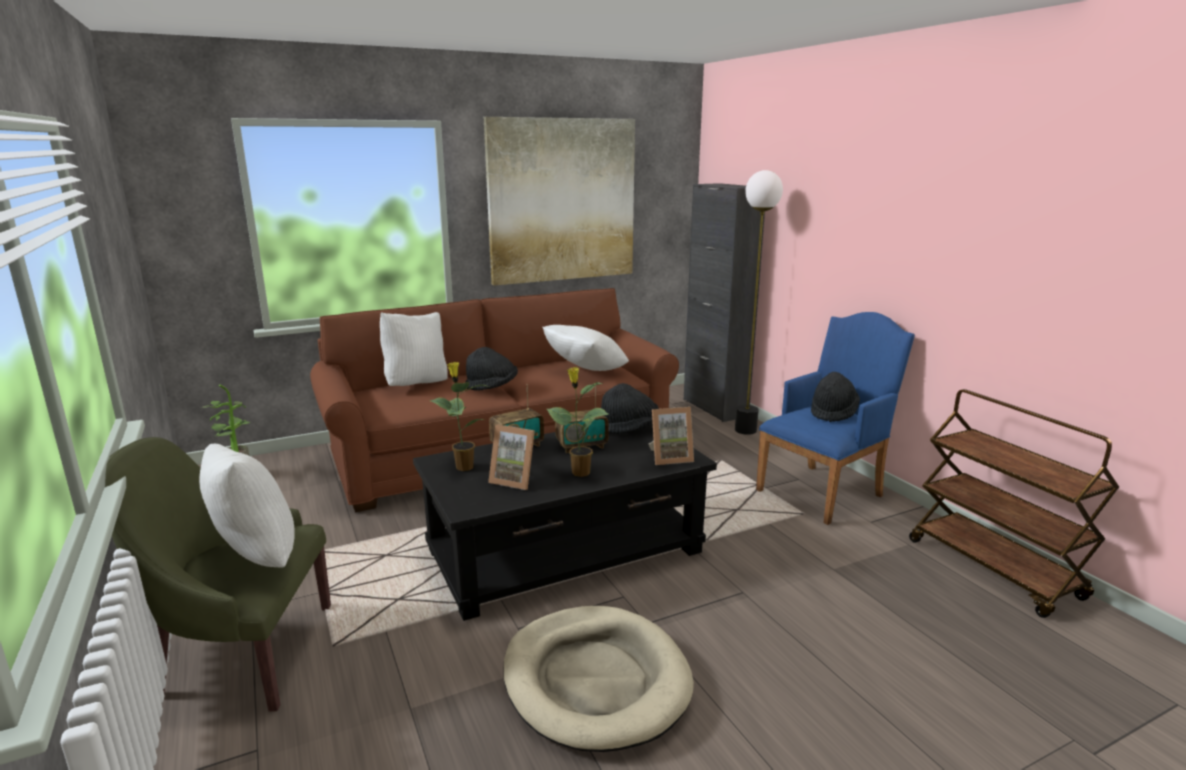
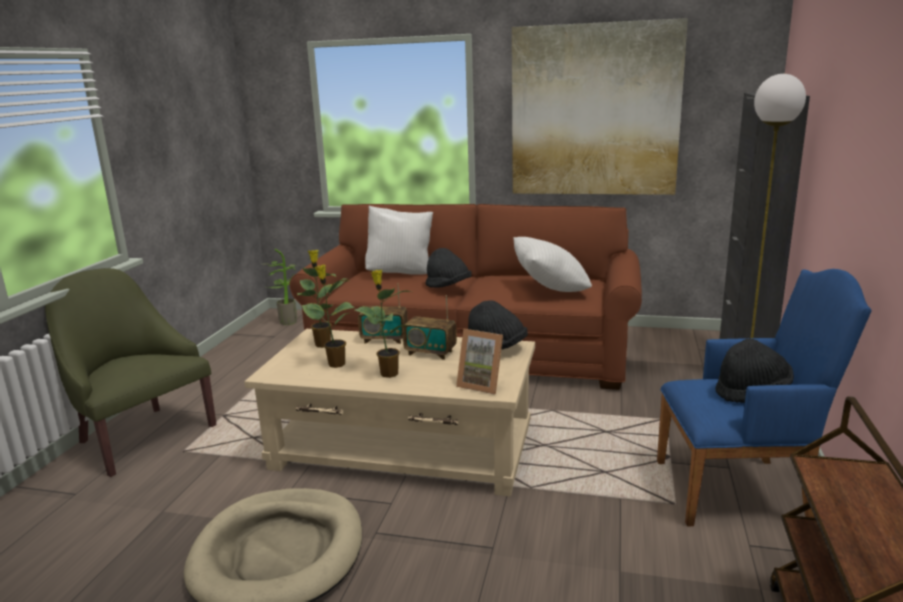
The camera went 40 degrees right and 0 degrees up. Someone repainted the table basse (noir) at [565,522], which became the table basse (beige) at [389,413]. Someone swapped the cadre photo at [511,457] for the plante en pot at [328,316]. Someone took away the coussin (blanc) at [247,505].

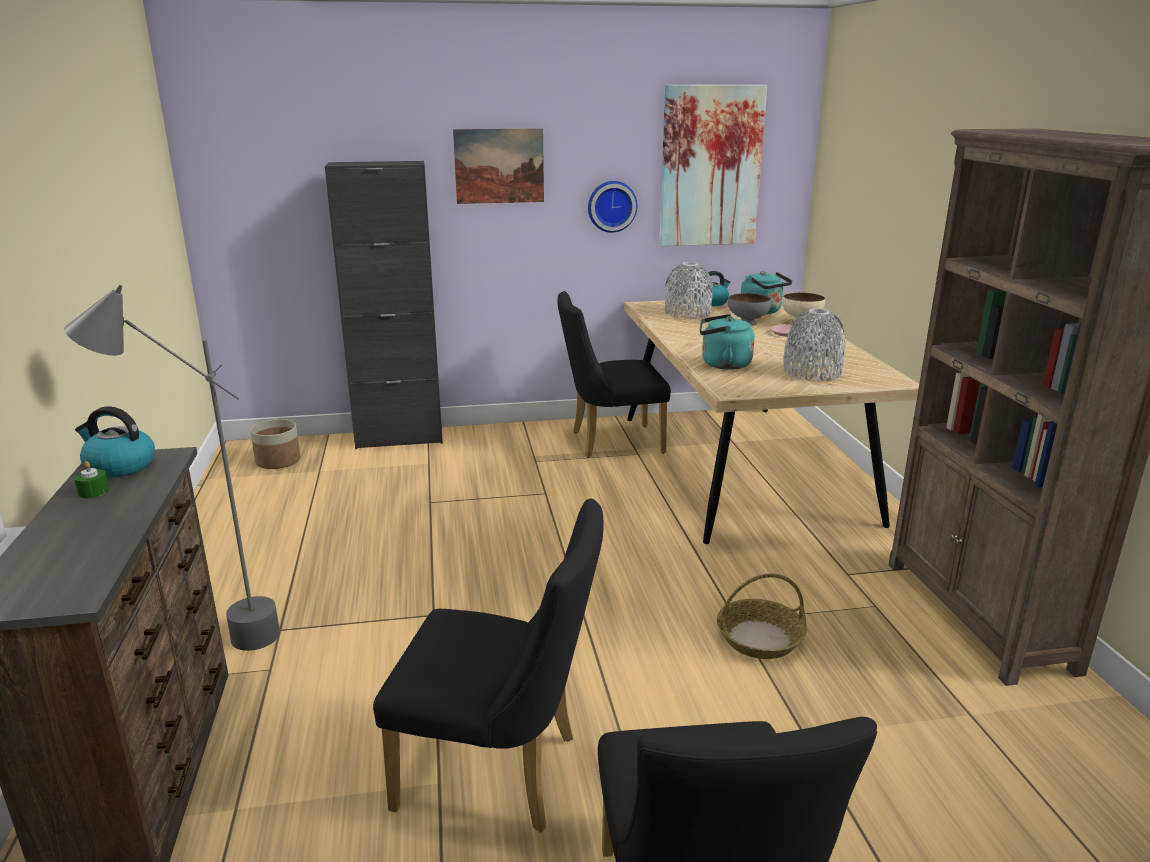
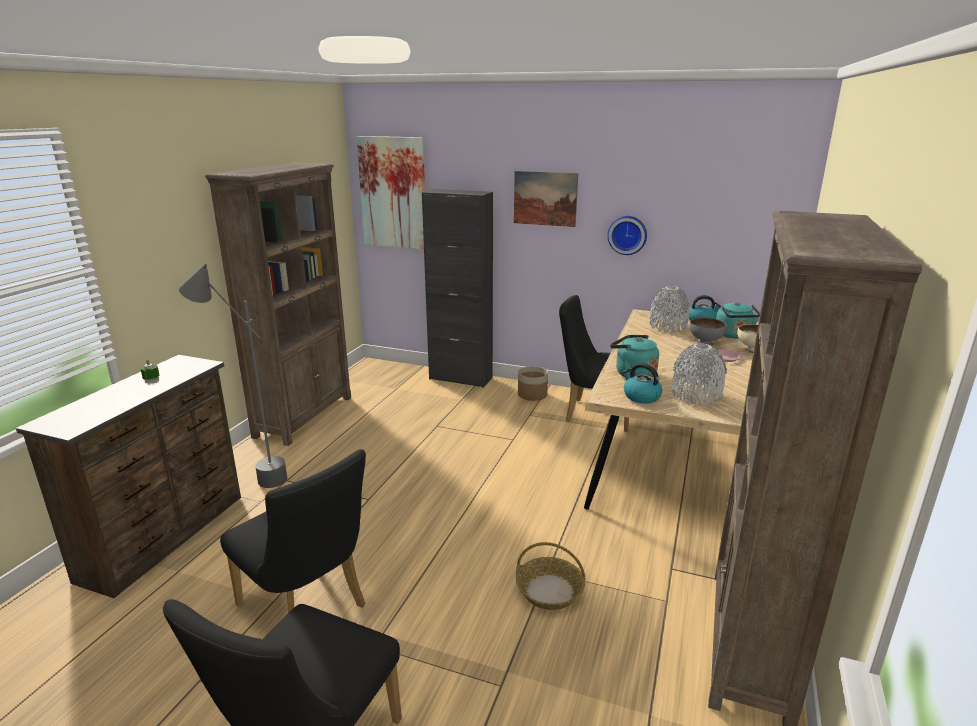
The camera went 30 degrees right and 0 degrees up. Someone carried the tableau from [713,165] to [390,192]. Someone carried the bouilloire from [115,442] to [642,383]. Someone carried the cache-pot from [275,444] to [533,383]. Someone put down the bibliothèque (marron) at [278,304].

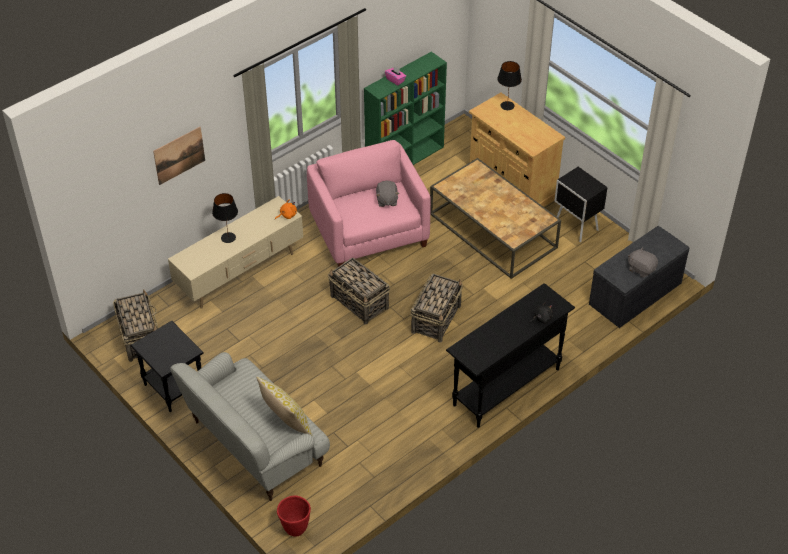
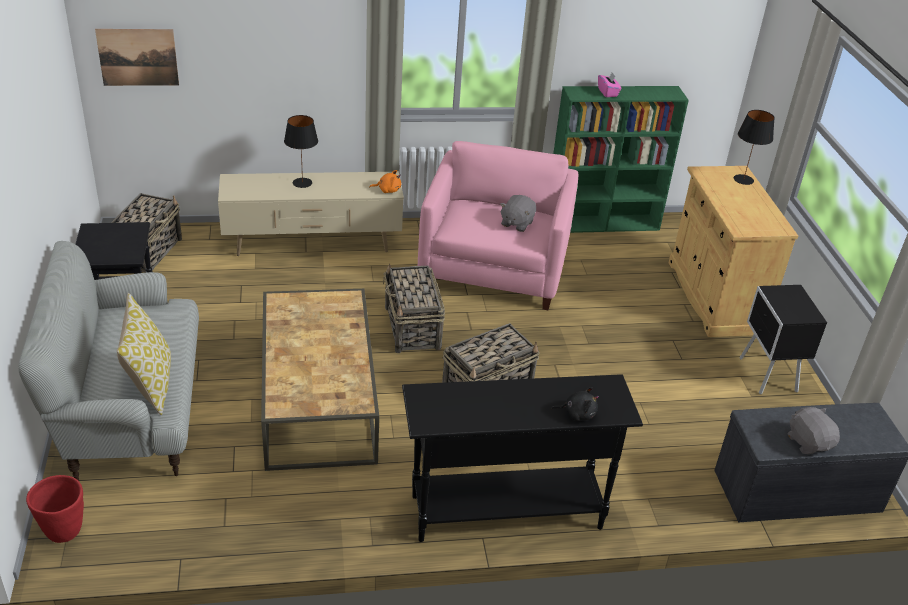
The camera went 30 degrees right and 10 degrees down. Someone carried the tableau from [179,156] to [137,57]. Someone carried the table basse (marron) from [495,218] to [320,380].

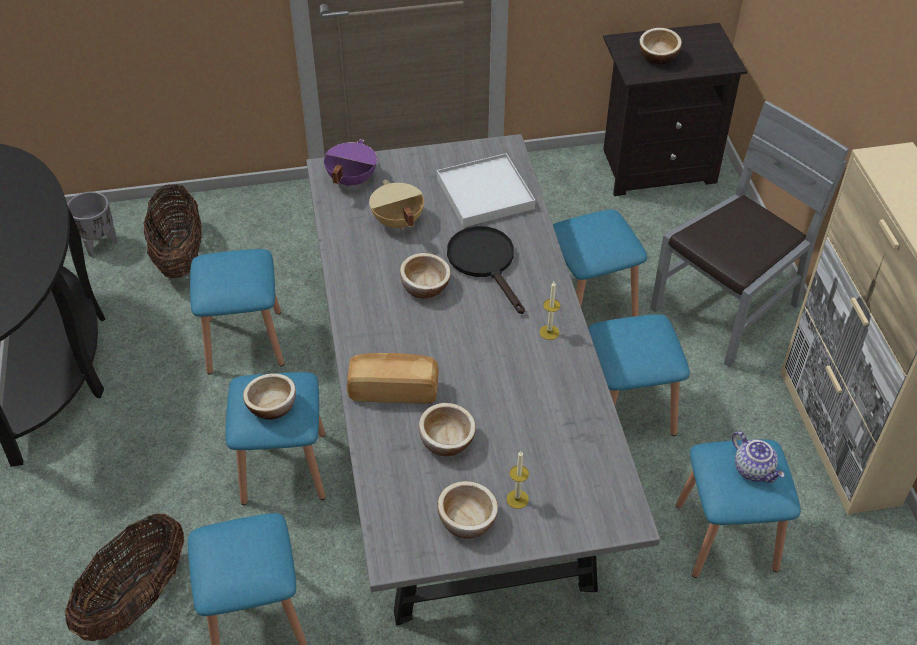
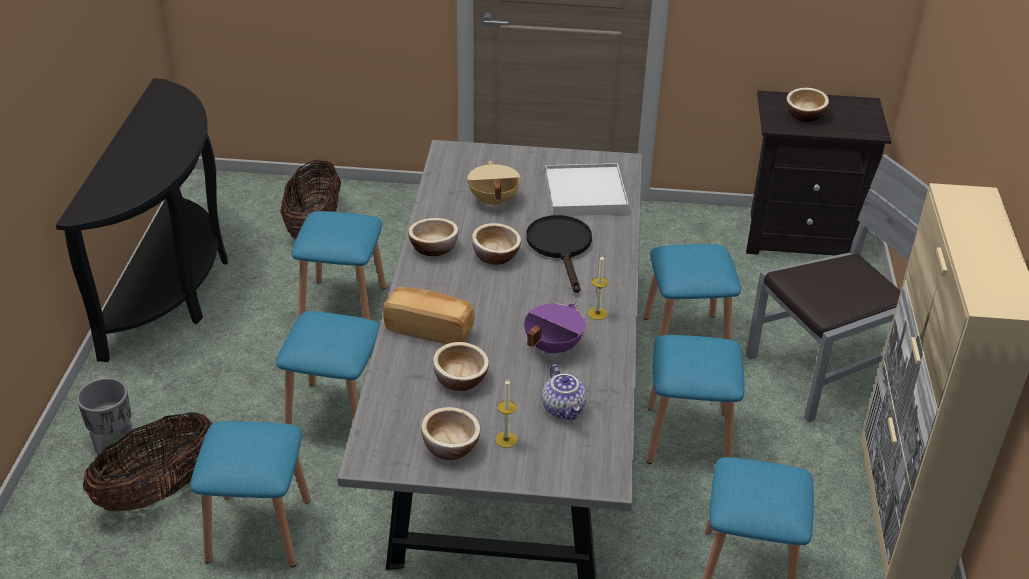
The camera went 15 degrees right and 10 degrees down. Someone carried the marmite (violet) from [350,163] to [554,328]. Someone carried the cache-pot (gris) from [92,224] to [106,415]. Someone carried the bol from [269,396] to [433,237]. Someone carried the théière from [758,457] to [564,392].

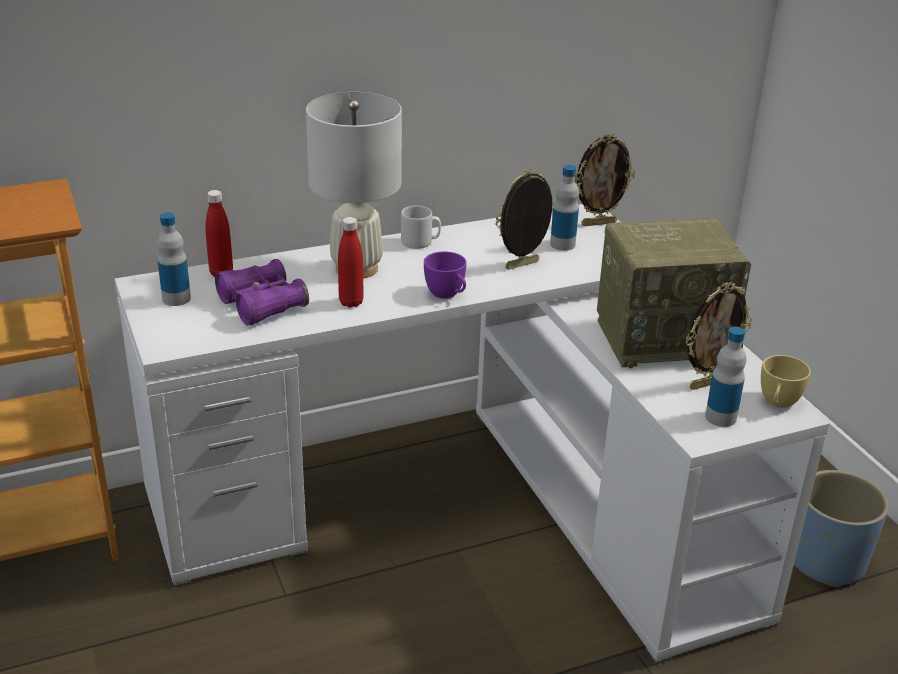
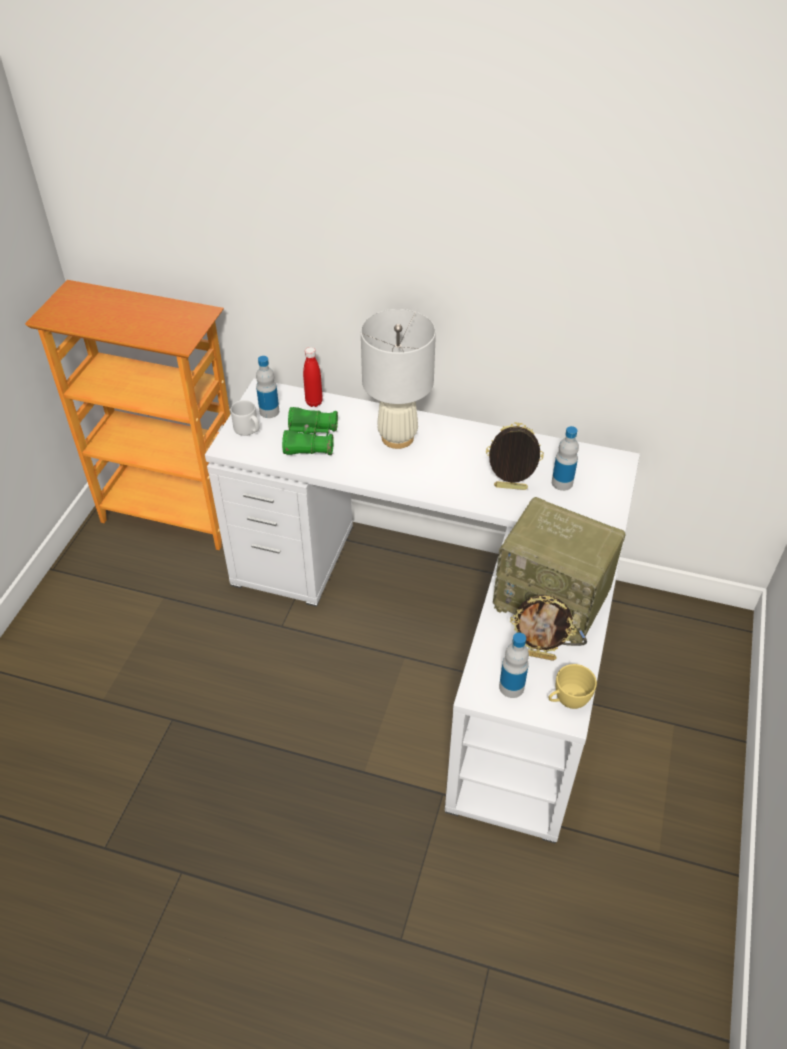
The camera went 40 degrees right and 15 degrees up. Someone took away the cadre photo at [604,180]. Someone carried the mug (gris) from [421,227] to [245,418]. Someone took away the bouteille (rouge) at [351,262]. Someone took away the tasse (violet) at [445,275]. Someone repainted the jumelles (violet) at [262,292], which became the jumelles (vert) at [310,431]. Someone took away the cache-pot (bleu) at [841,529].

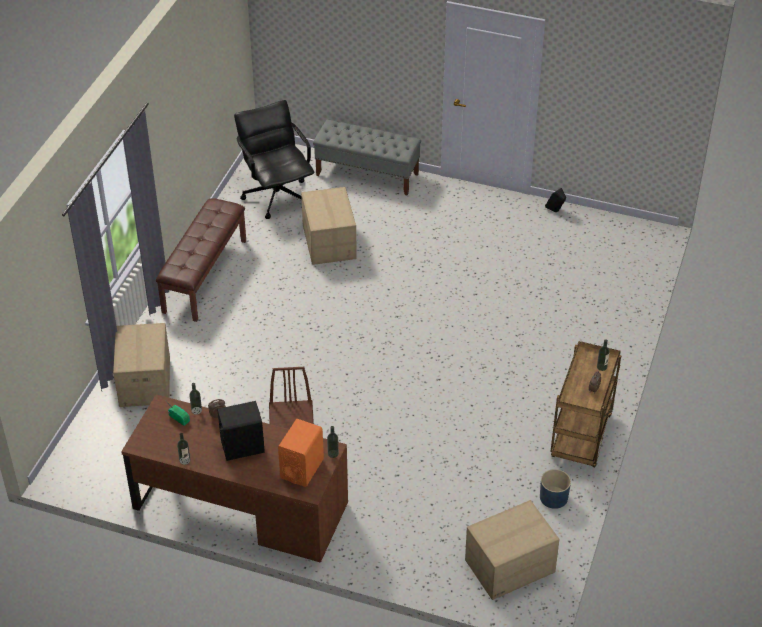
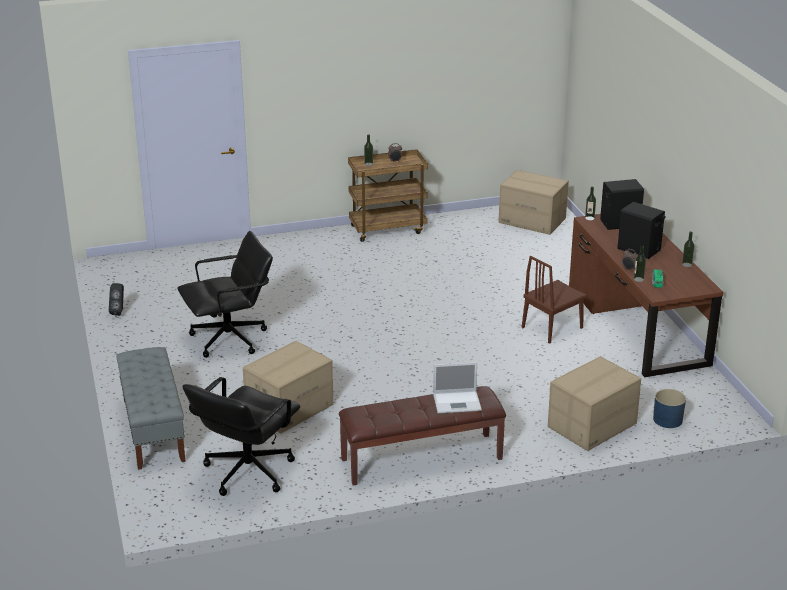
The camera went 125 degrees left and 15 degrees down. Someone repainted the enceinte (orange) at [301,453], which became the enceinte (noir) at [622,204]. Someone carried the cache-pot (bleu) from [555,489] to [669,408]. Someone put down the chaise de bureau (noir) at [225,294]. Someone put down the ordinateur portable at [457,387].

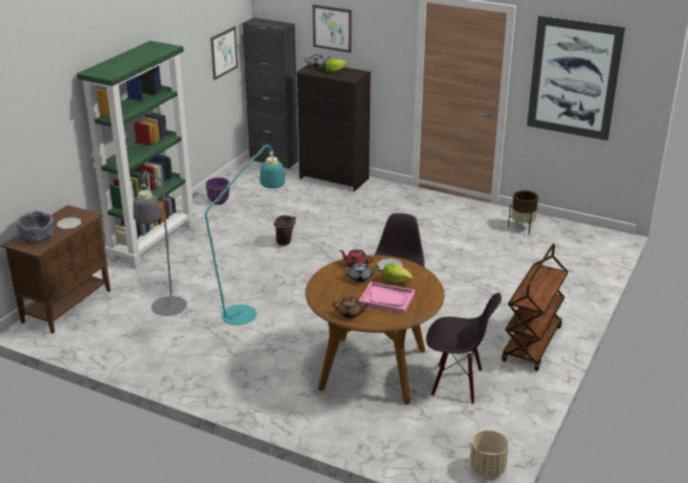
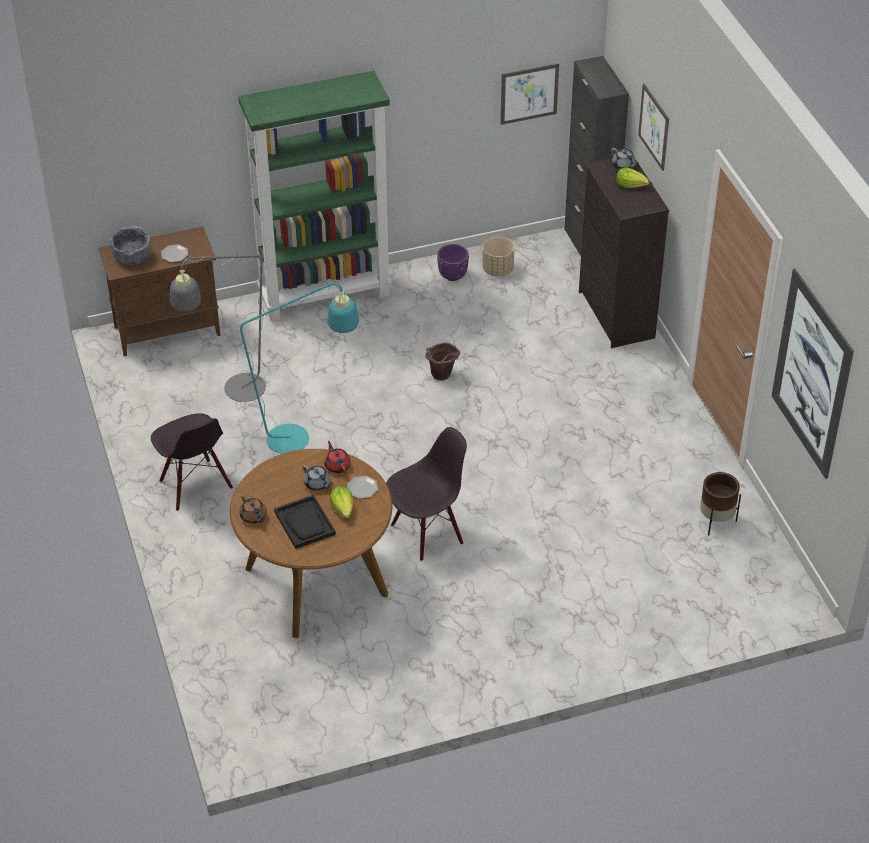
The camera went 45 degrees right and 15 degrees up. Someone took away the chariot (marron) at [535,307]. Someone repainted the plateau (rose) at [387,298], which became the plateau (noir) at [305,522]. Someone carried the chaise (noir) from [463,348] to [192,462]. Someone carried the cache-pot (beige) from [489,453] to [498,256].

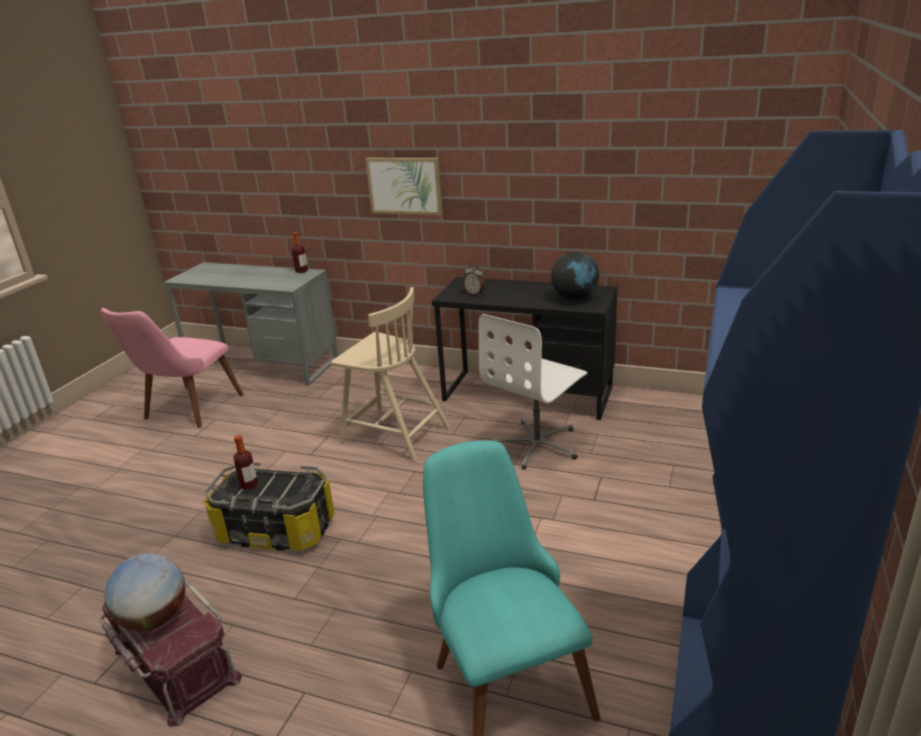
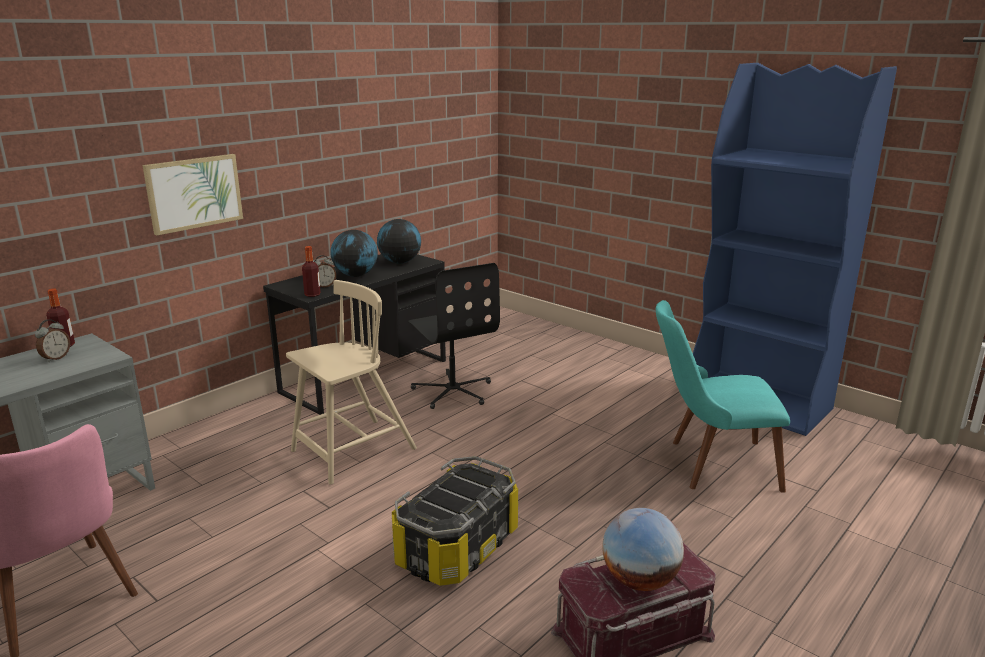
The camera went 70 degrees left and 5 degrees down. Someone repainted the chaise de bureau (blanc) at [532,392], which became the chaise de bureau (noir) at [453,336]. Someone carried the bouteille from [246,462] to [311,271]. Someone put down the globe at [354,253]. Someone put down the réveil at [52,340].

